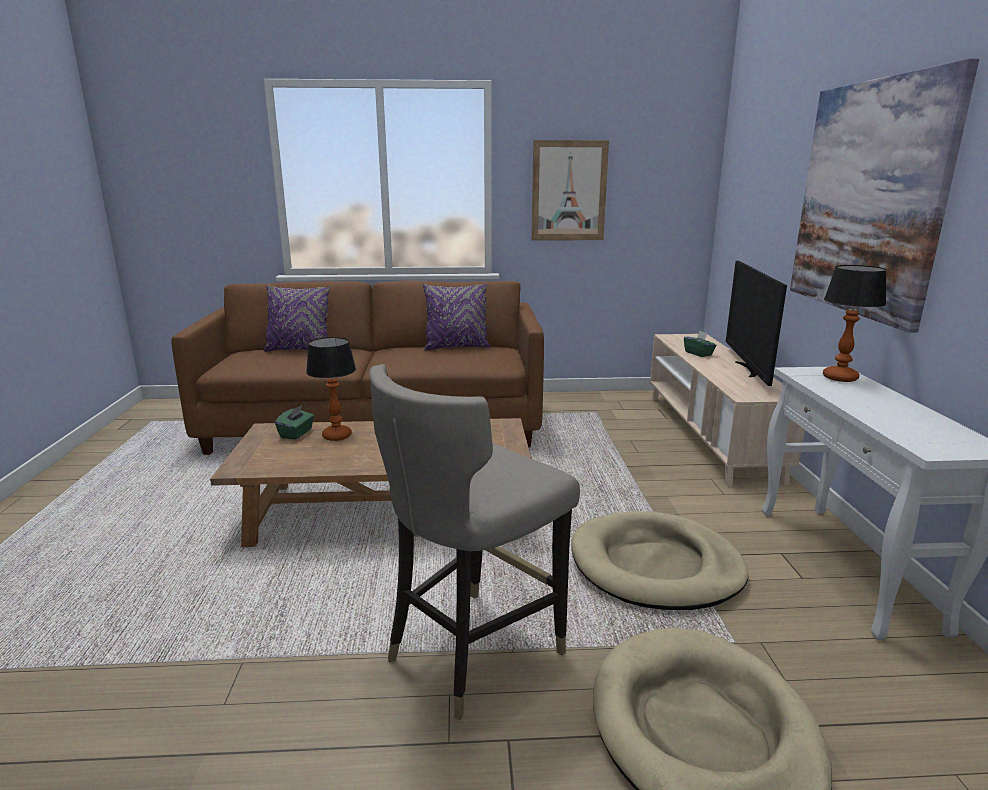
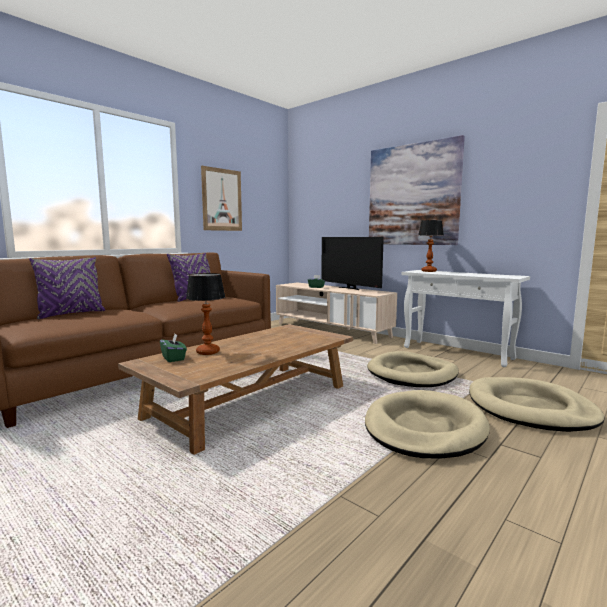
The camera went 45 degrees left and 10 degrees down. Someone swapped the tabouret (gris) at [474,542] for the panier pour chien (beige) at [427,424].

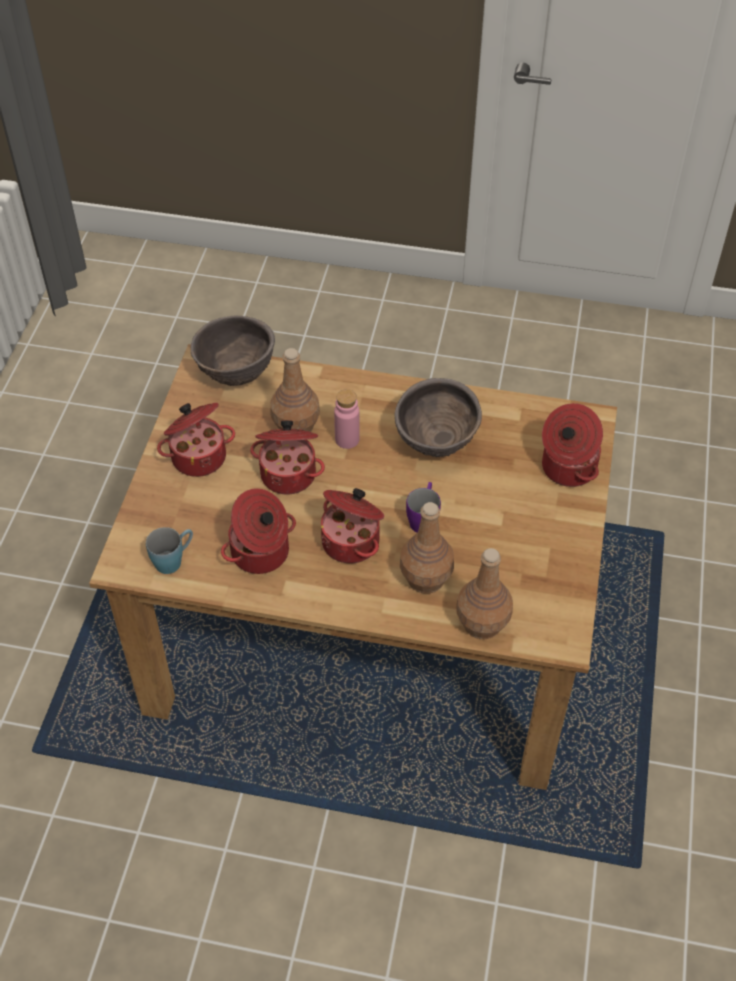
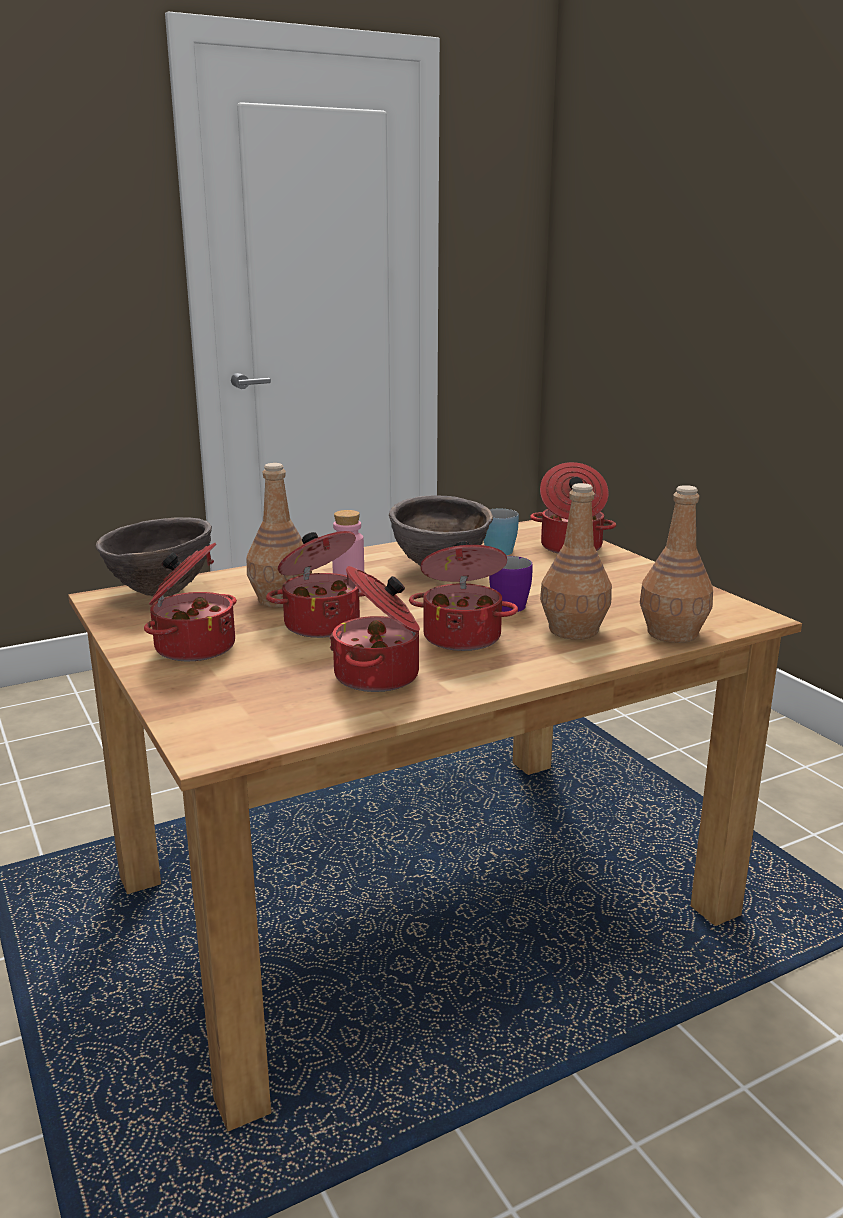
The camera went 40 degrees left and 30 degrees down. Someone carried the mug (bleu) from [169,550] to [501,531].

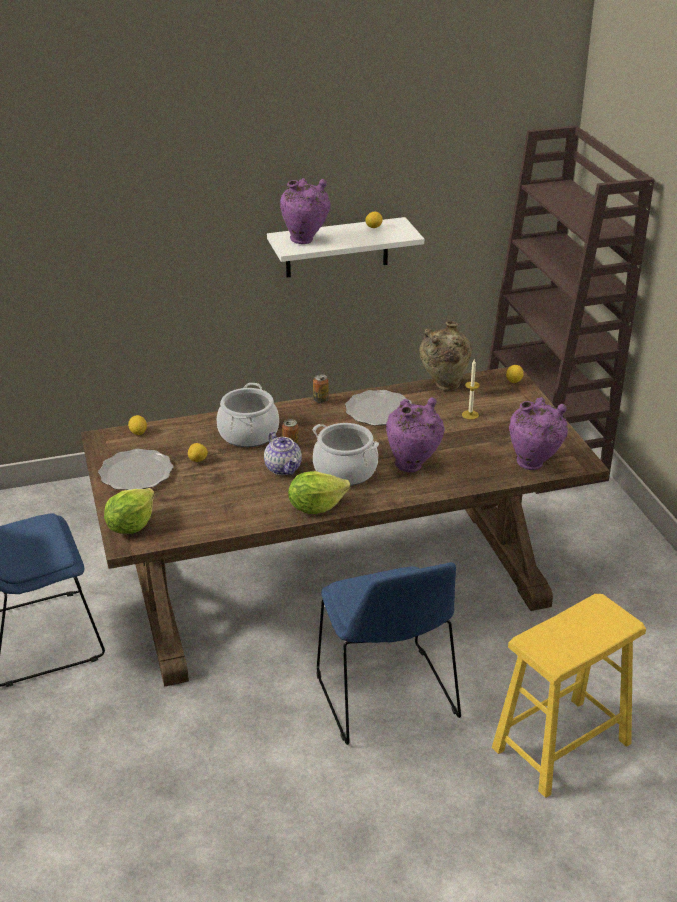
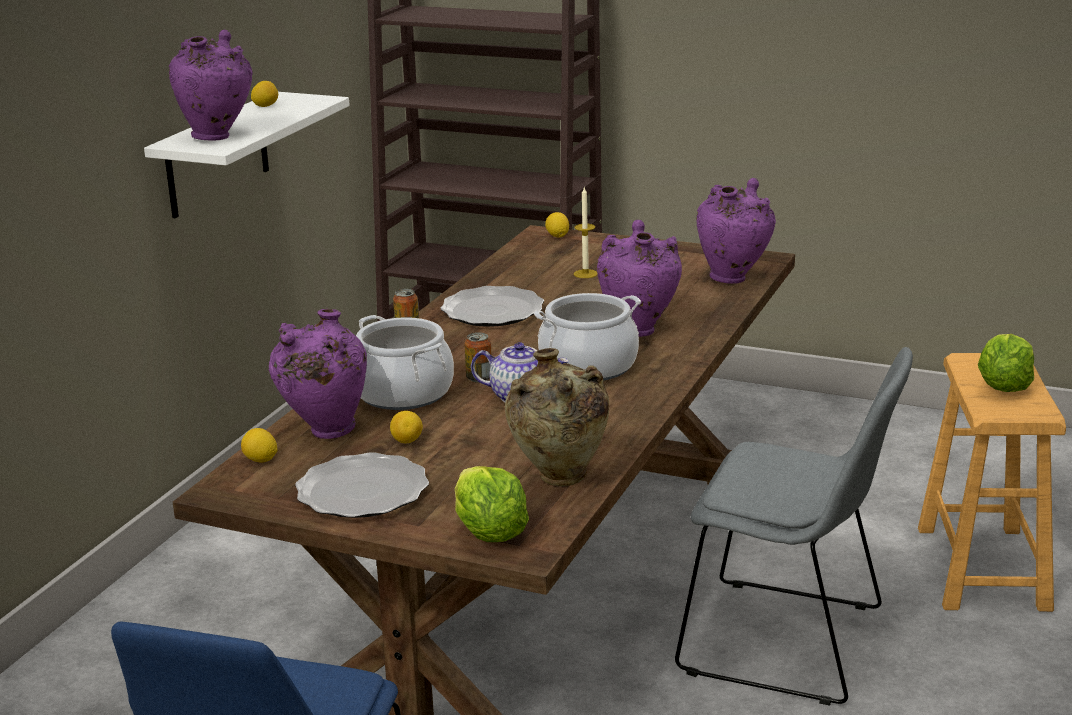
The camera went 50 degrees left and 10 degrees down. Someone carried the vase (beige) from [445,356] to [557,417]. Someone carried the laitue from [319,492] to [1006,363]. Someone repainted the chaise (bleu) at [389,653], which became the chaise (gris) at [794,526]. Someone repainted the tabouret (jaune) at [569,696], which became the tabouret (marron) at [992,482]. Someone put down the vase (violet) at [318,374].

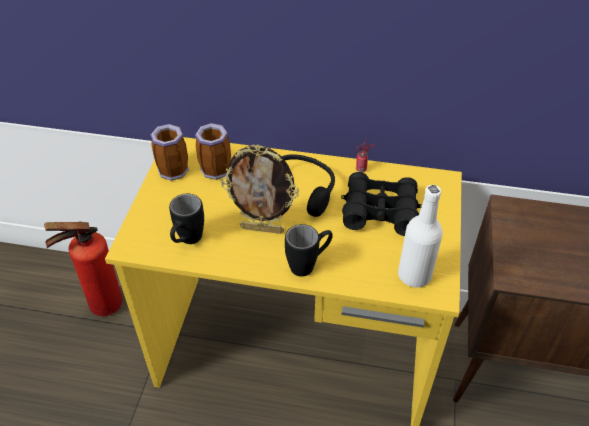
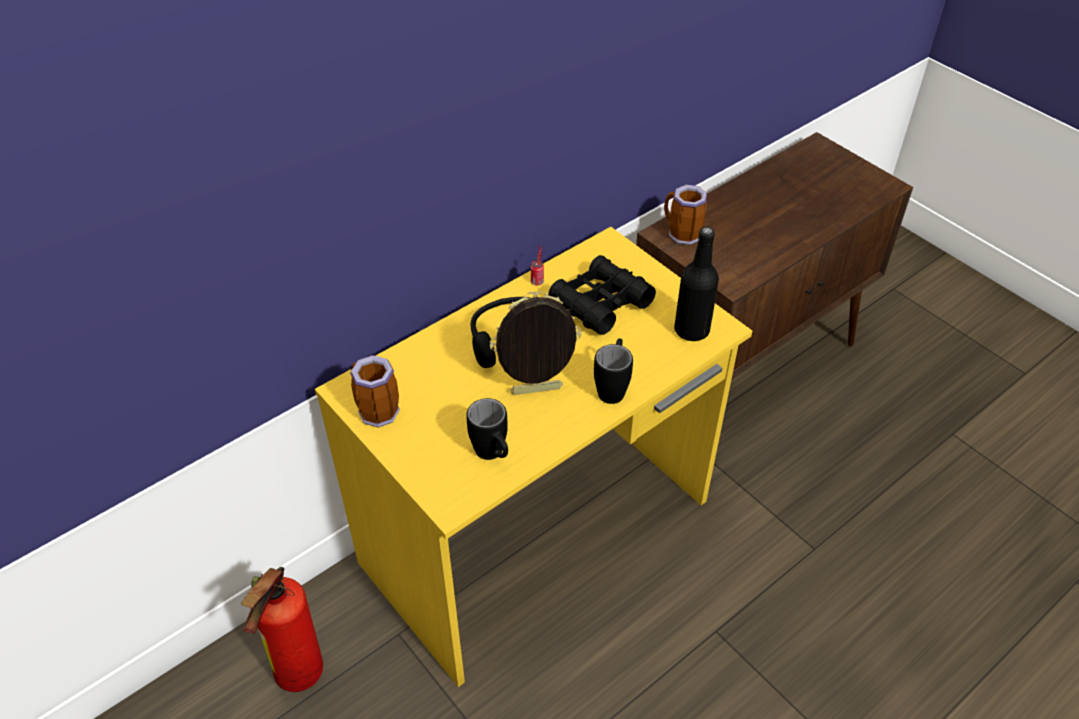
The camera went 50 degrees left and 0 degrees up. Someone carried the mug from [213,151] to [685,214]. Someone rotated the cadre photo at [260,189] by 150 degrees counterclockwise. Someone repainted the bouteille (blanc) at [420,236], which became the bouteille (noir) at [696,283].

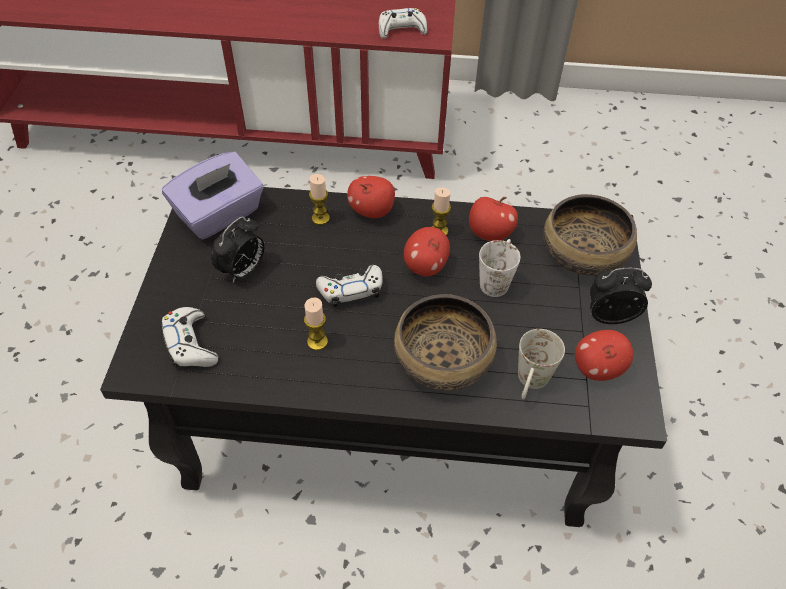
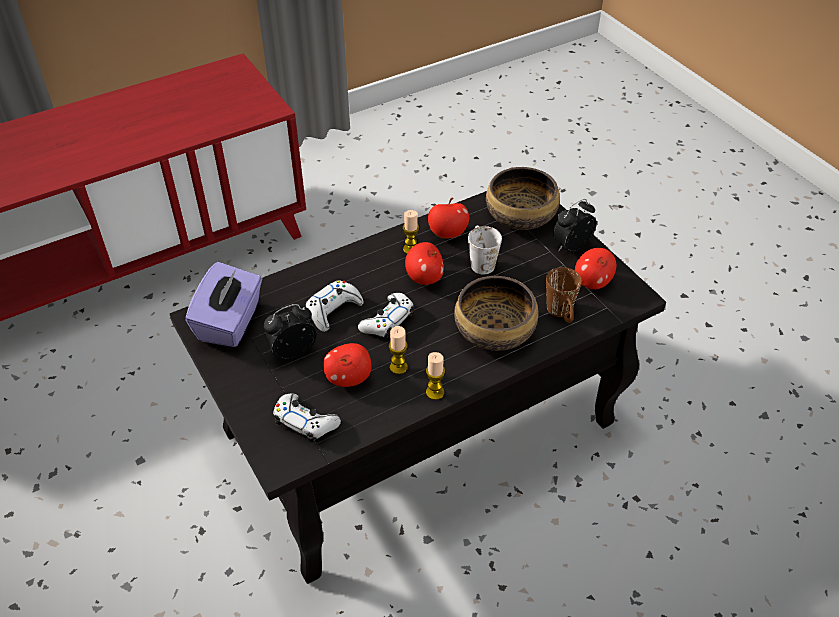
The camera went 35 degrees left and 5 degrees down. Someone carried the manette (blanc) from [403,23] to [334,306]. Someone carried the bougie from [319,199] to [435,376]. Someone carried the pomme from [371,197] to [347,365]. Someone rotated the réveil at [237,249] by 120 degrees counterclockwise. Someone repainted the mug (blanc) at [541,364], which became the mug (marron) at [564,295].

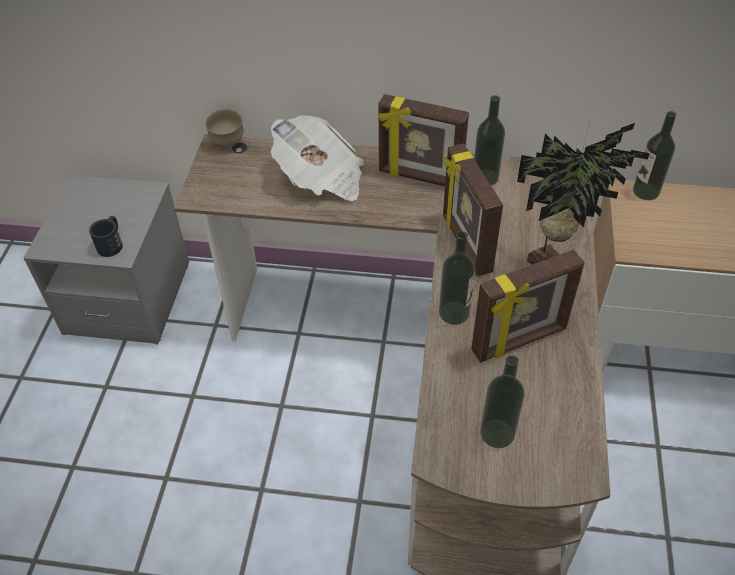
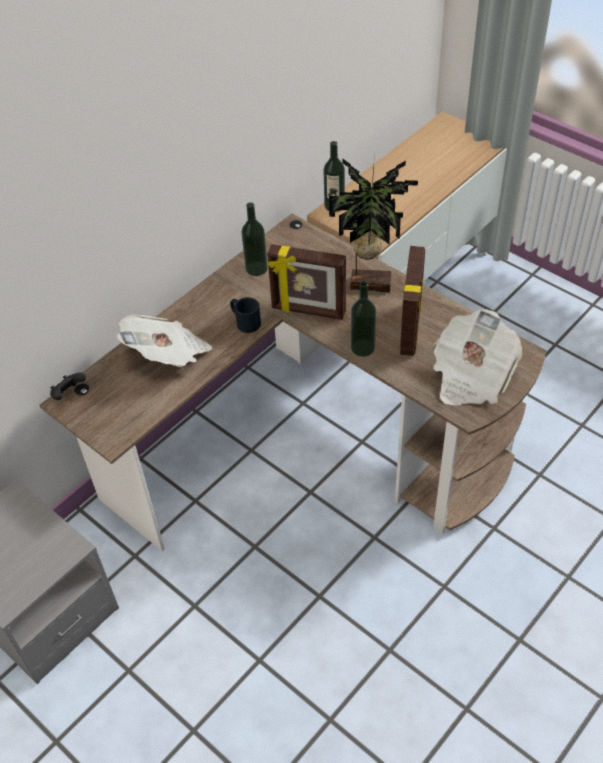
The camera went 55 degrees left and 0 degrees up. Someone took away the cadre photo at [423,140]. Someone swapped the bol (marron) at [224,127] for the manette (noir) at [68,386]. Someone carried the mug (noir) from [106,236] to [245,315]. Someone swapped the bouteille at [502,401] for the journal at [478,357].

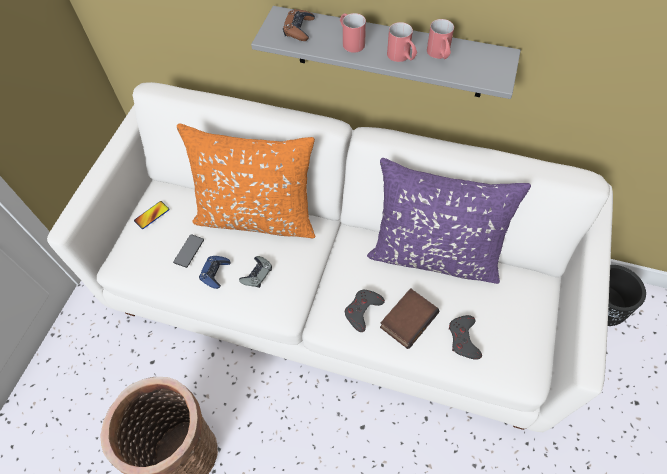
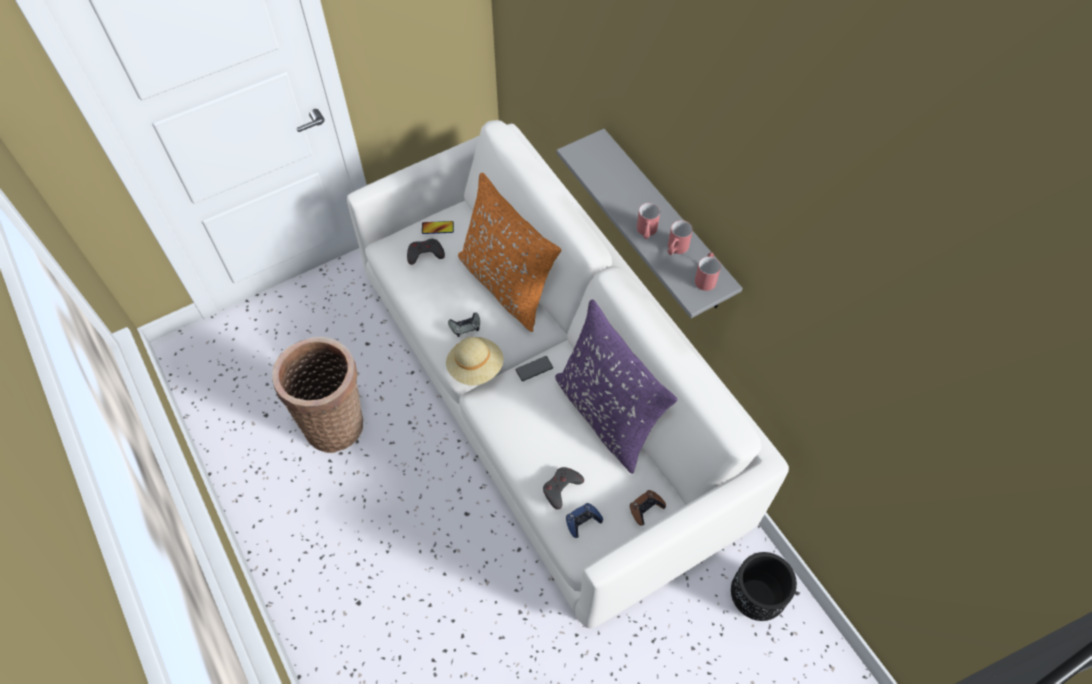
The camera went 40 degrees right and 0 degrees up. Someone carried the manette (marron) from [299,25] to [648,508]. Someone carried the mug (rouge) from [353,33] to [708,271]. Someone carried the téléphone from [188,251] to [534,368]. Someone carried the manette (bleu) from [215,272] to [584,520]. Someone took away the livre at [409,318]. Someone carried the manette (gris) from [365,311] to [426,252]. Someone put down the chapeau (beige) at [475,361].

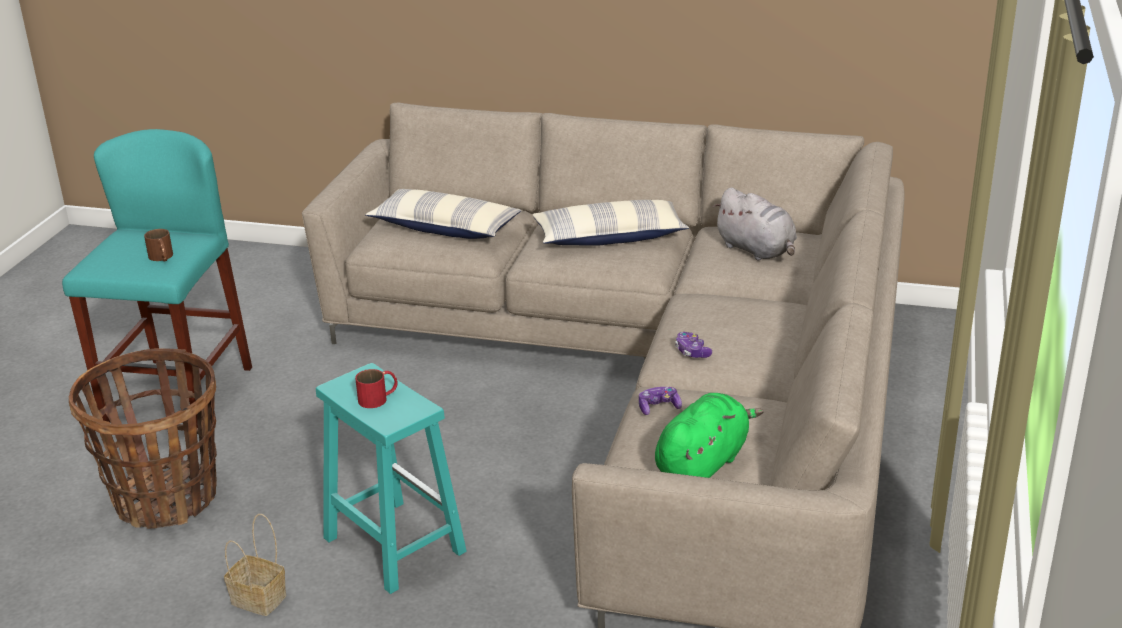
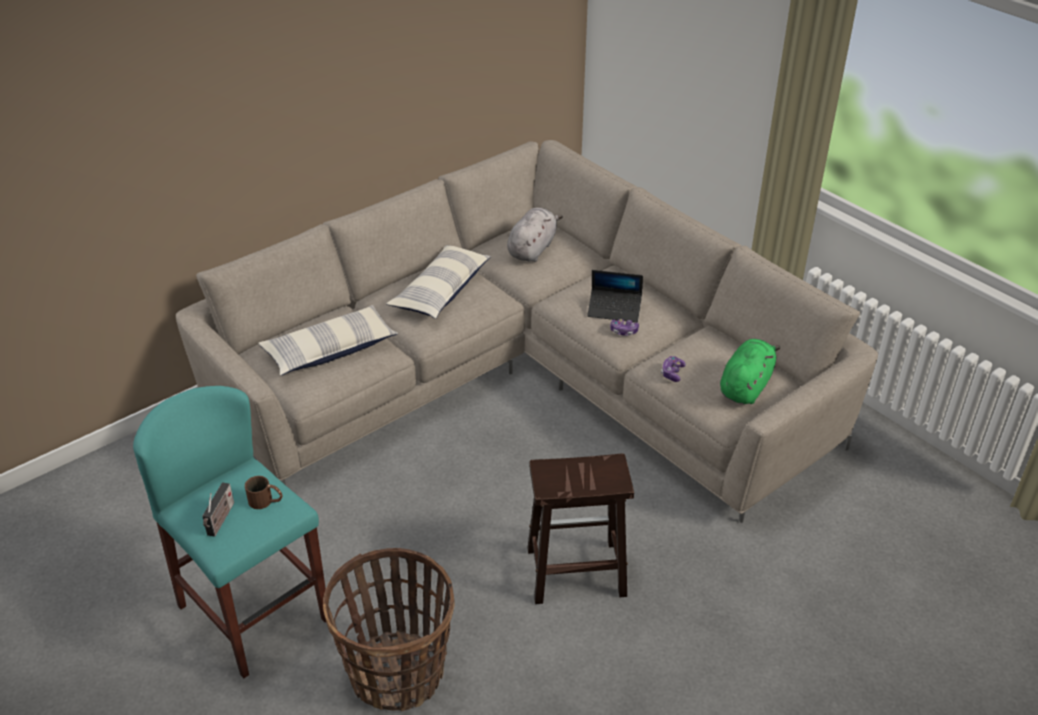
The camera went 55 degrees left and 10 degrees up. Someone rotated the peluche (gris) at [755,224] by 60 degrees counterclockwise. Someone repainted the tabouret (turquoise) at [391,478], which became the tabouret (marron) at [580,528]. Someone took away the mug (rouge) at [376,388]. Someone rotated the peluche (vert) at [709,435] by 45 degrees clockwise. Someone took away the panier at [255,565]. Someone put down the ordinateur portable at [615,296]. Someone put down the radio at [218,509].

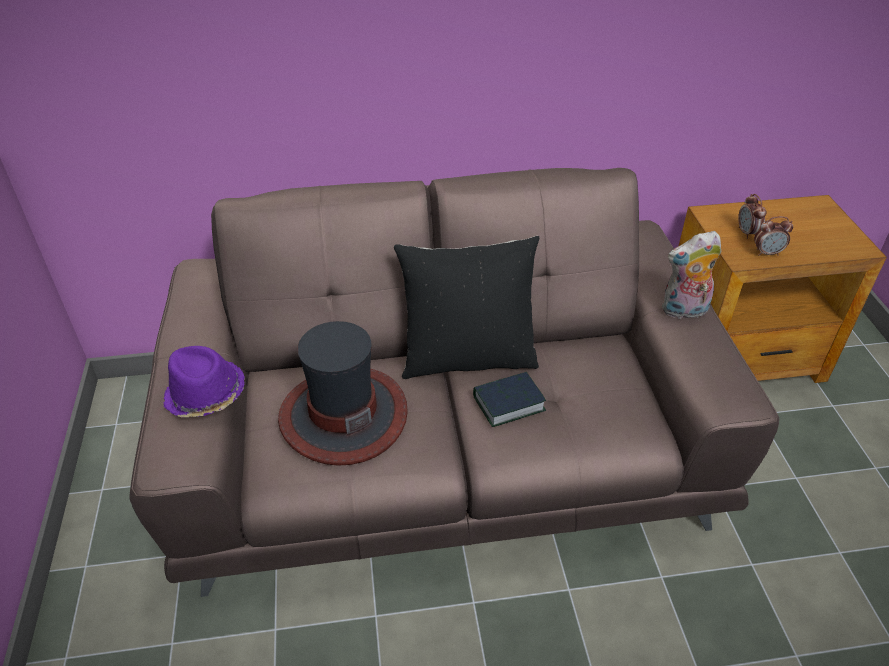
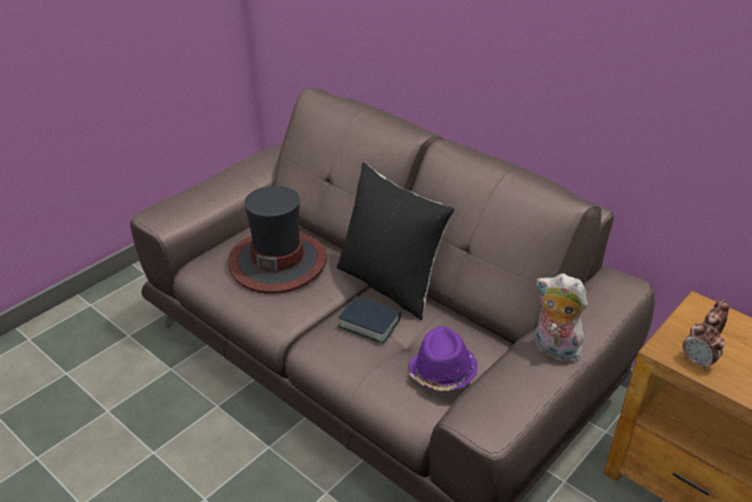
The camera went 50 degrees right and 5 degrees down. Someone carried the chapeau (violet) from [204,382] to [443,358].

